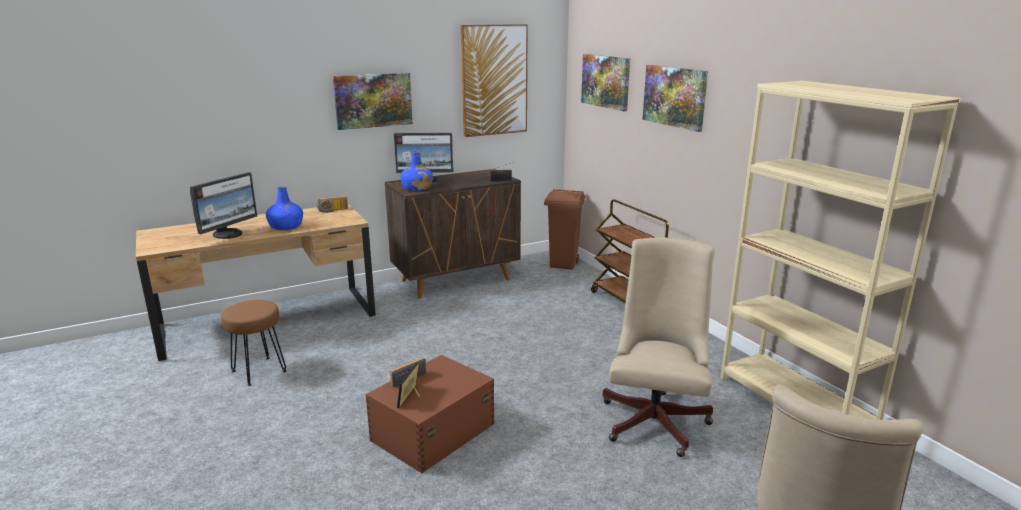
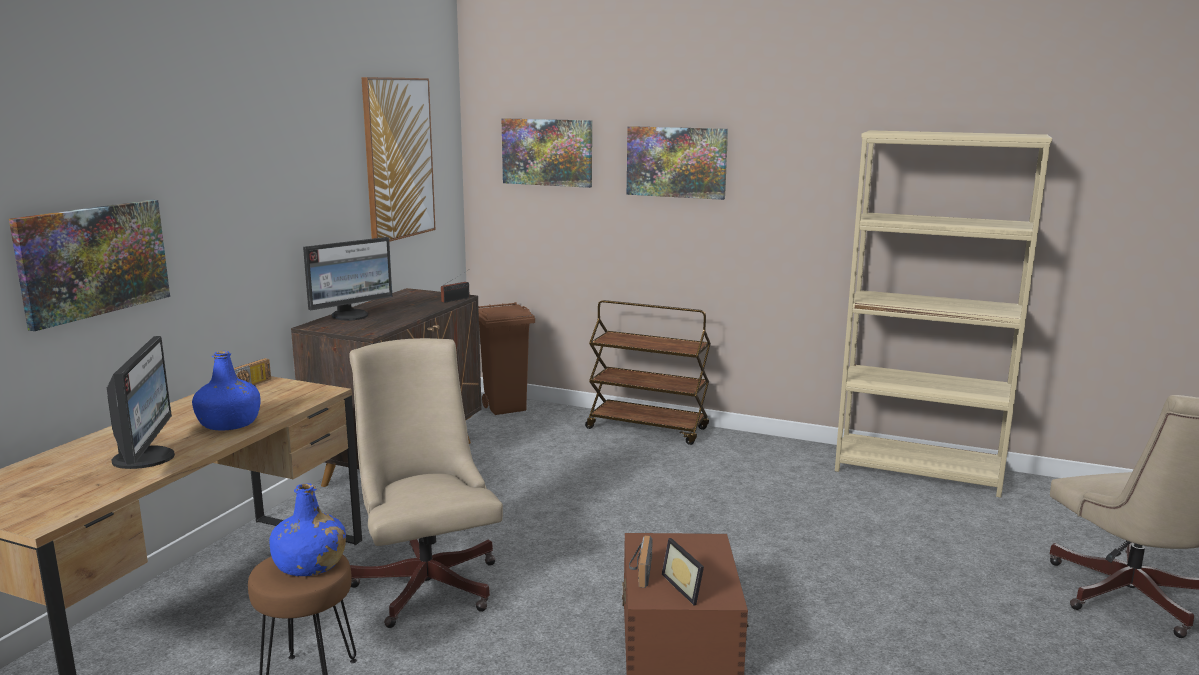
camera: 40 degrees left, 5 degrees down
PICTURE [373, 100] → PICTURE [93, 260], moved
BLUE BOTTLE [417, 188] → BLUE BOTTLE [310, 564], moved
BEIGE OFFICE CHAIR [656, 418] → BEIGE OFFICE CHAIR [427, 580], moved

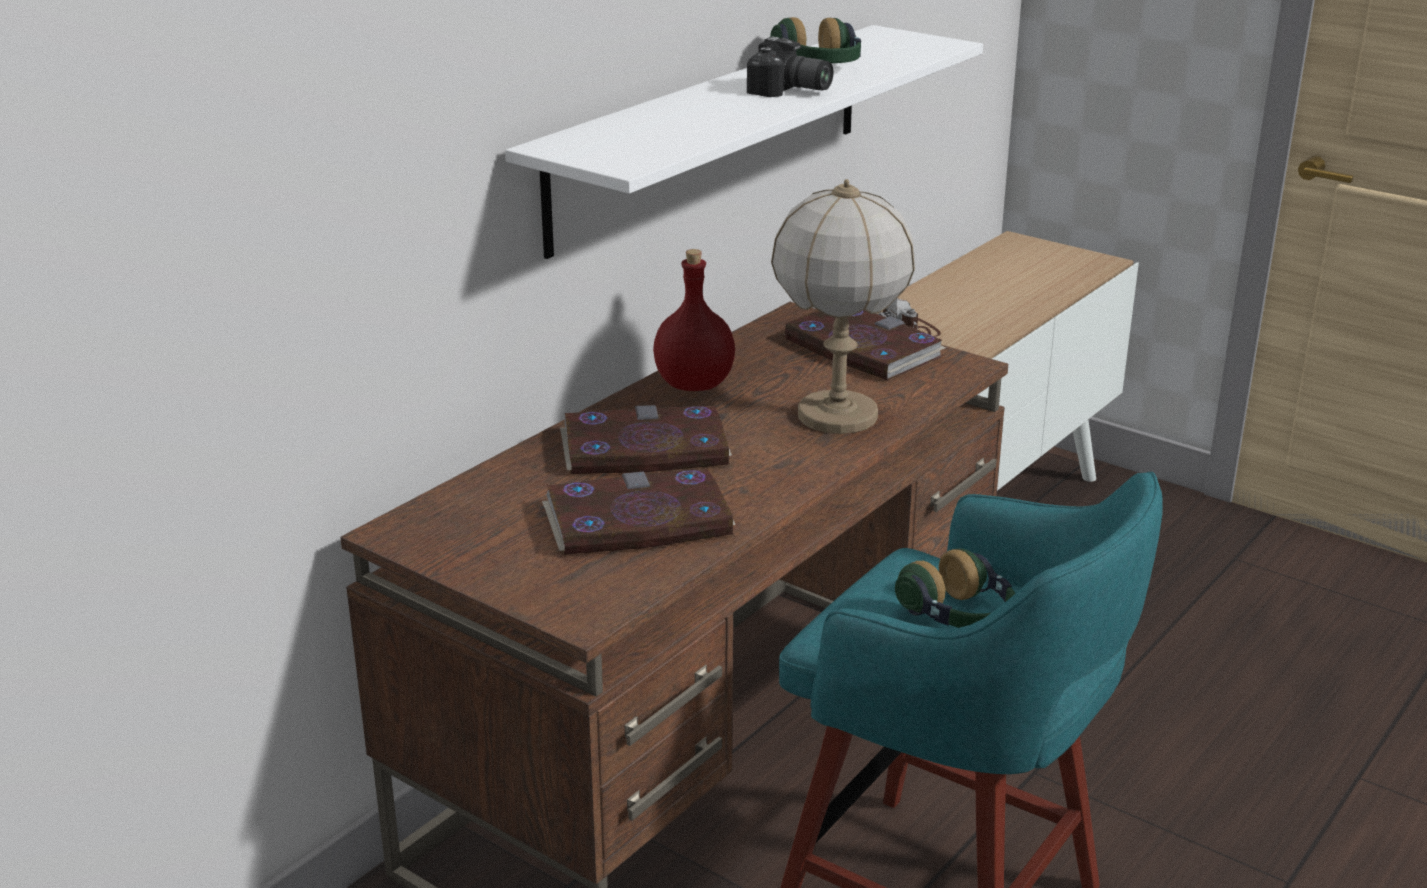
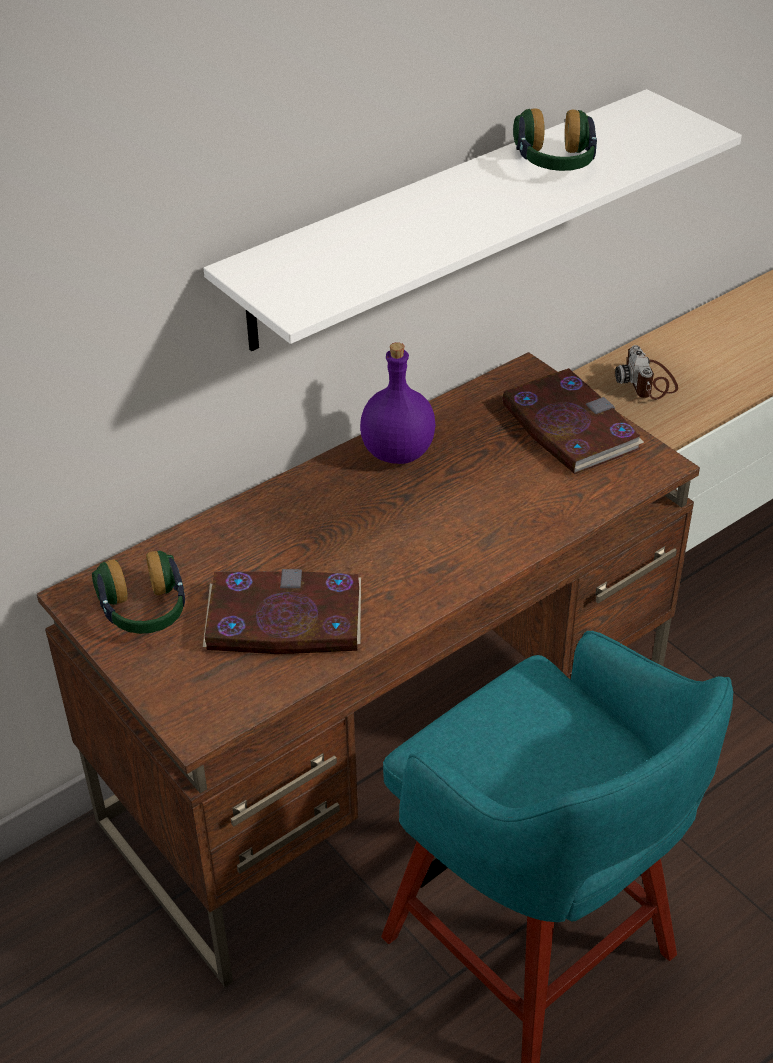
camera: 15 degrees right, 15 degrees up
BOOK [644, 449] → -
RED BOTTLE [693, 385] → PURPLE BOTTLE [397, 453]
PHOTO CAMERA [789, 91] → -
TABLE LAMP [837, 416] → -
HEADPHONES [959, 617] → HEADPHONES [145, 611], moved

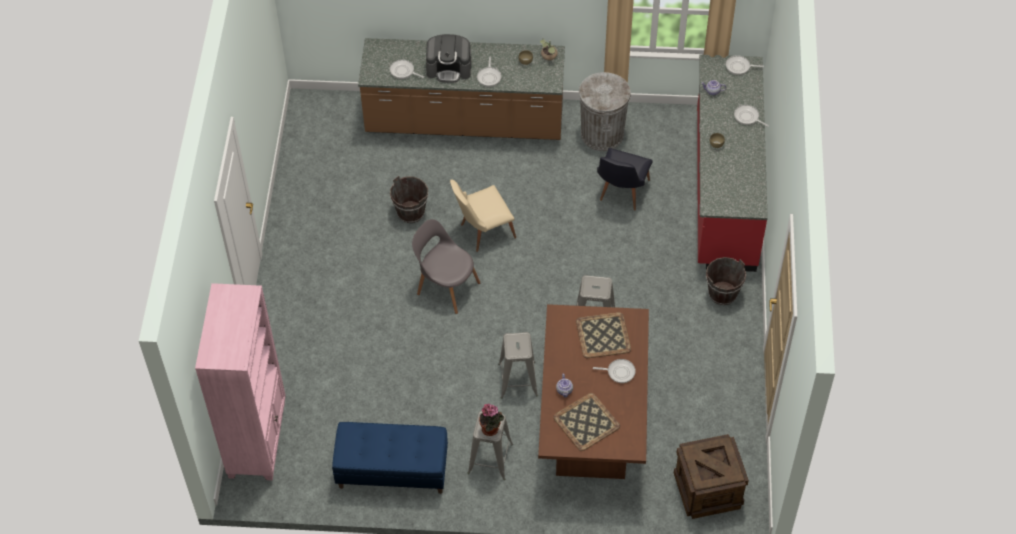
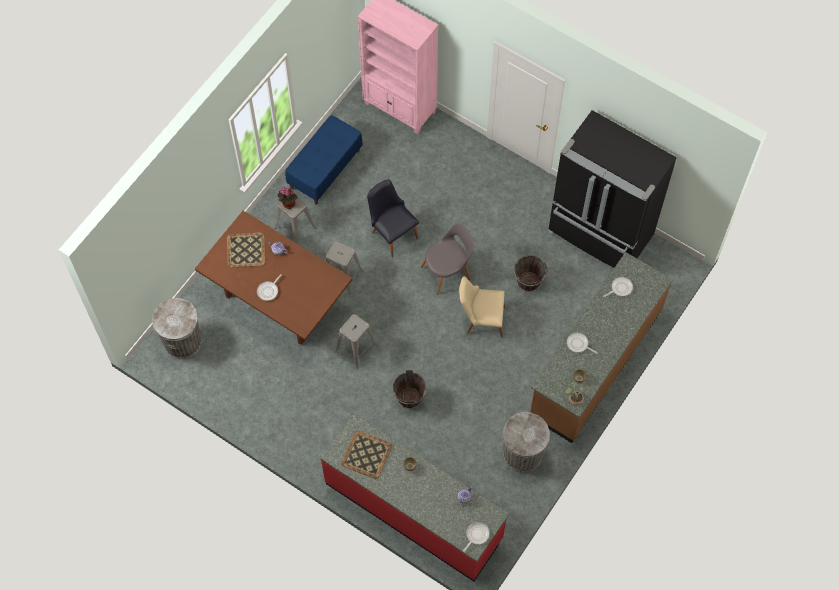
camera: 120 degrees right, 10 degrees up
COFFEE MACHINE [449, 68] → -
BEIGE CHAIR [482, 232] → BEIGE CHAIR [481, 319], 90 degrees counterclockwise
TRAY [603, 335] → TRAY [367, 455], moved
BLACK CHAIR [621, 193] → BLACK CHAIR [392, 232], moved
CRATE [709, 489] → GREY TRASH CAN [182, 342]
BROWN BUCKET [722, 294] → BROWN BUCKET [409, 398], moved
FRYING PAN [747, 117] → -
- → BLACK FRIDGE [599, 236]

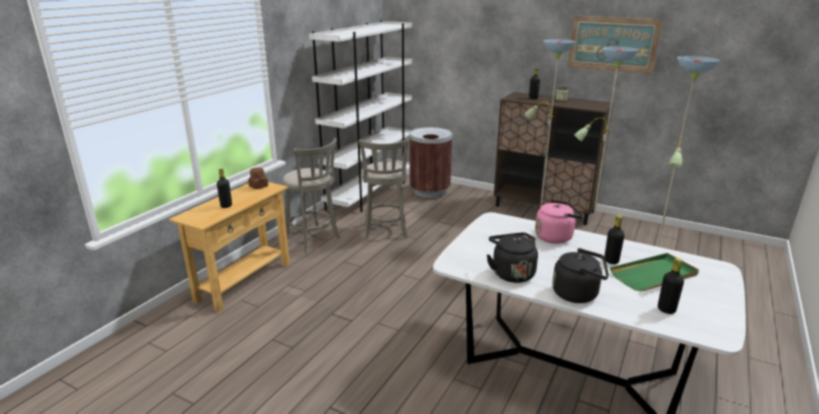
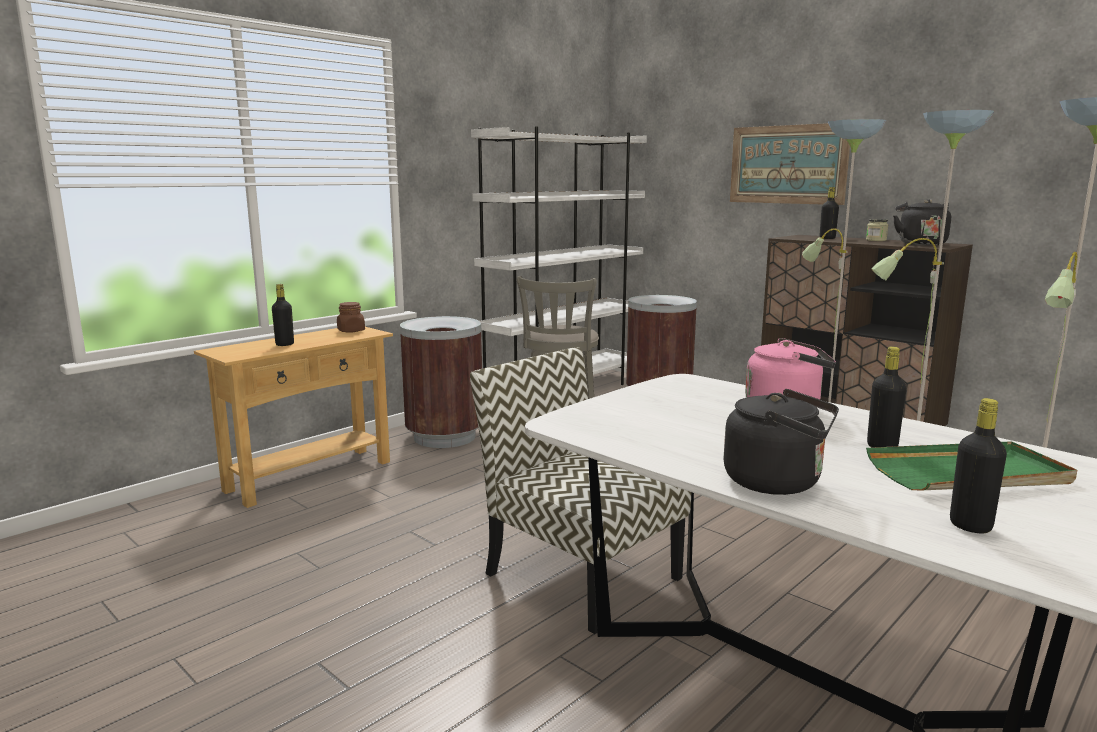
camera: 15 degrees right, 10 degrees down
GREY STOOL [313, 239] → BROWN TRASH CAN [444, 437]
BLACK KETTLE [511, 273] → BLACK KETTLE [920, 244], moved
PICTURE [612, 44] → PICTURE [787, 164], moved
- → CHAIR [579, 574]

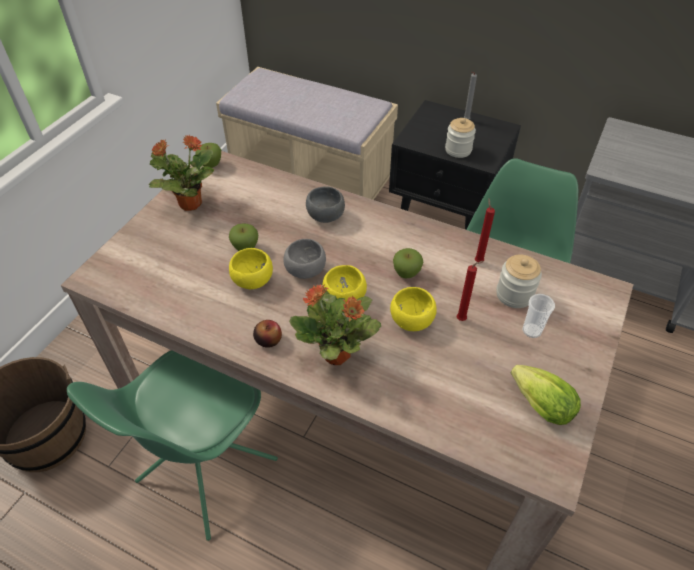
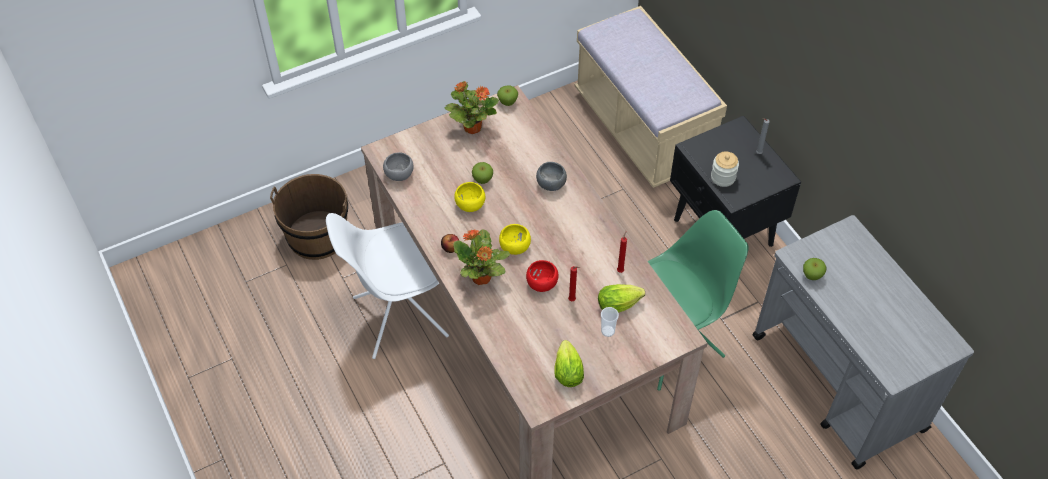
camera: 35 degrees right, 5 degrees up
GREEN CHAIR [205, 472] → WHITE CHAIR [398, 317]
GREY BOWL [306, 270] → GREY BOWL [399, 175], moved
YELLOW BOWL [412, 319] → RED BOWL [542, 283]
APPLE [406, 273] → APPLE [812, 275], moved
JAR [514, 294] → LETTUCE [621, 304]

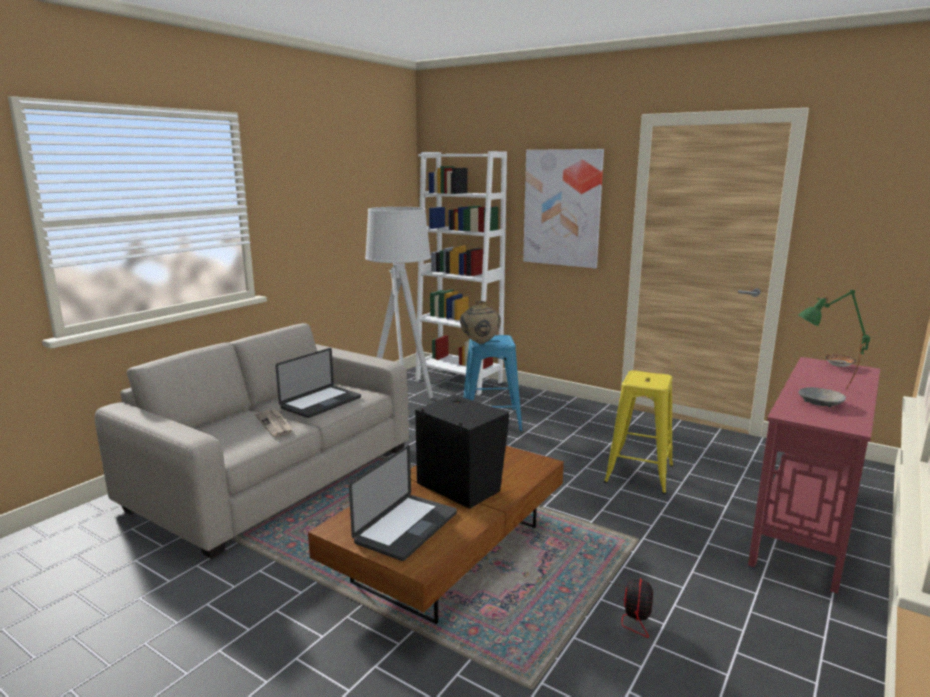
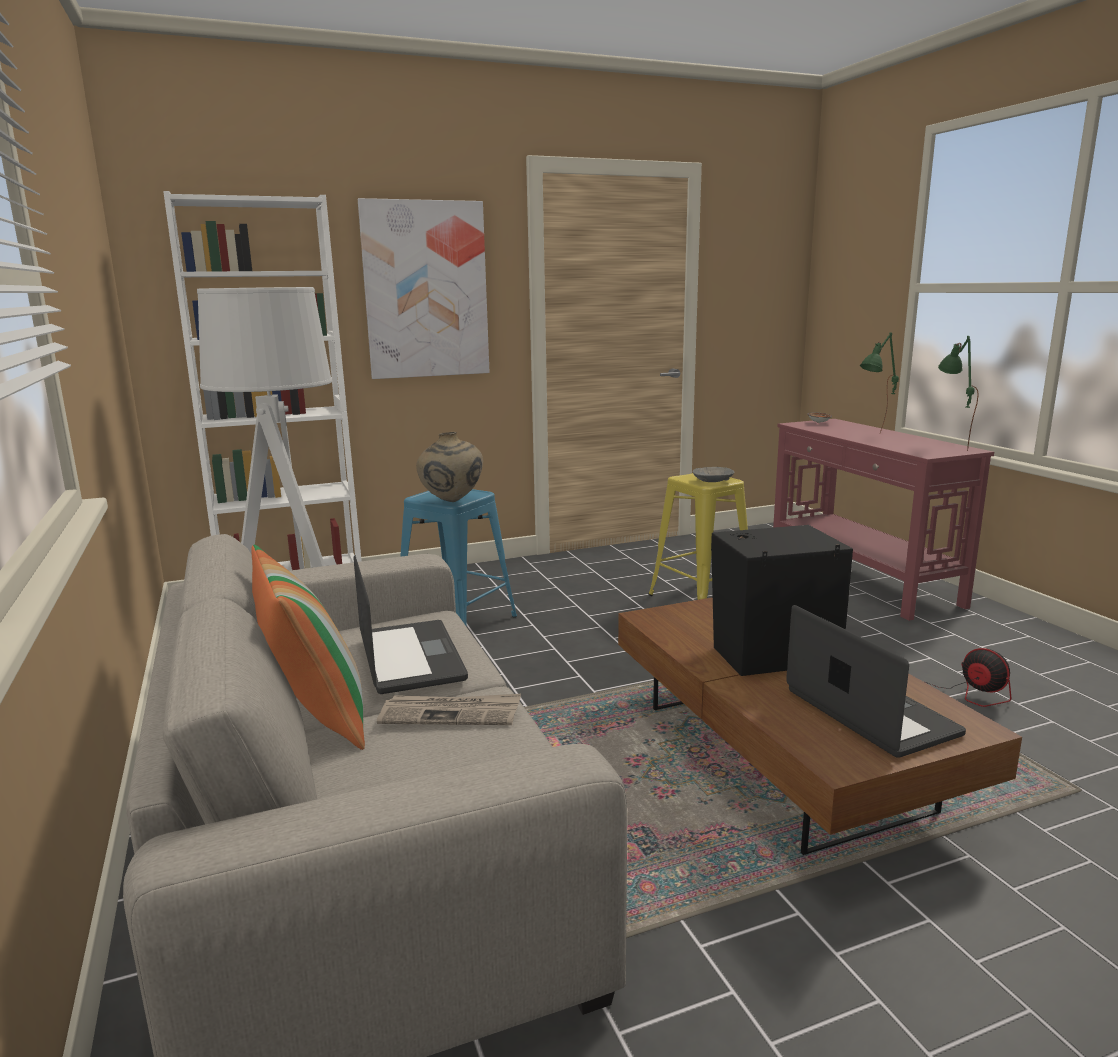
camera: 55 degrees left, 0 degrees up
GREY BOWL [820, 403] → GREY BOWL [712, 480], moved
- → PILLOW [314, 715]
- → GREEN TABLE LAMP [949, 446]

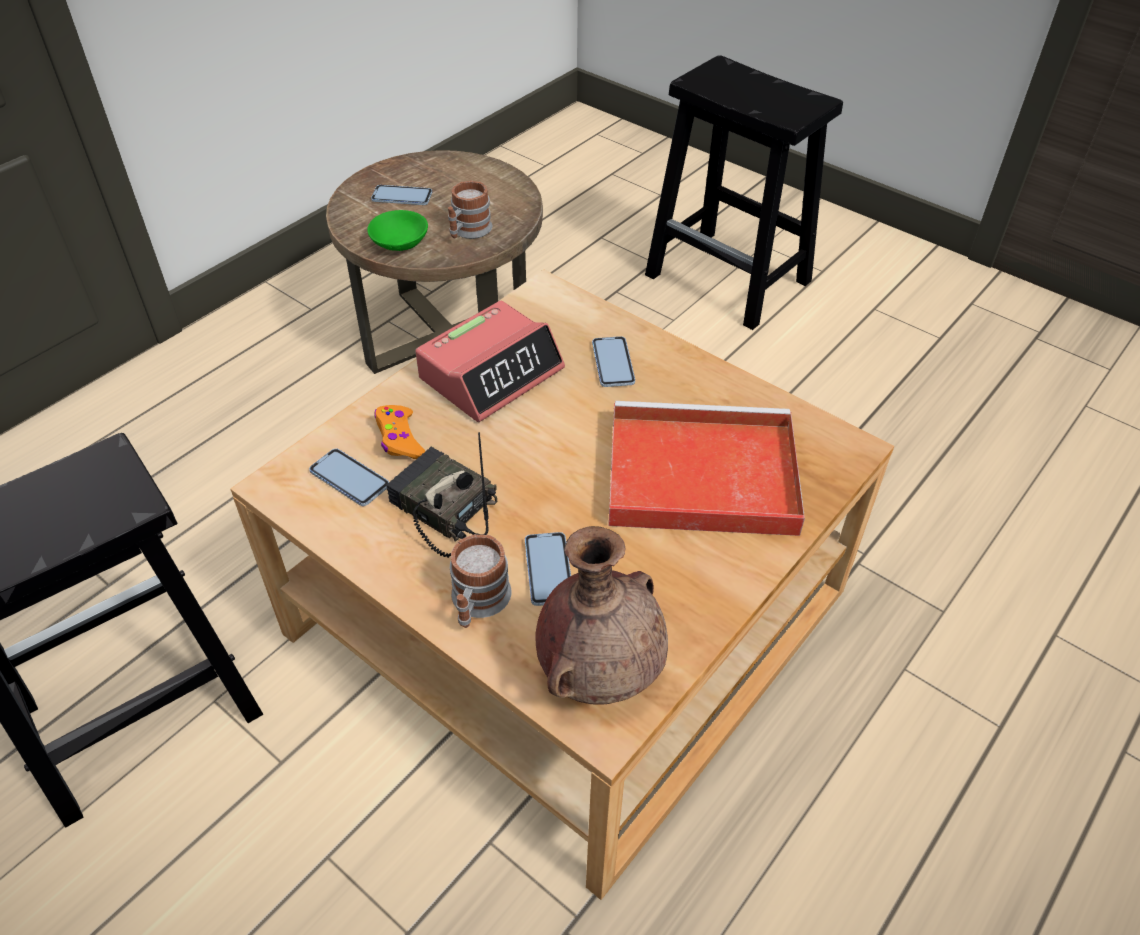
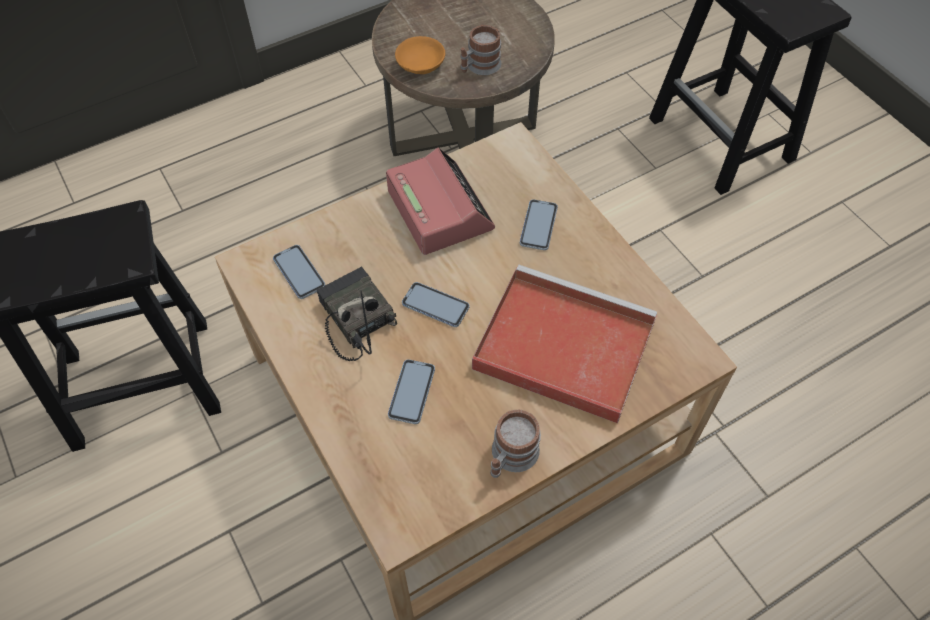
camera: 20 degrees right, 10 degrees up
GREEN BOWL [400, 241] → ORANGE BOWL [421, 64]
PHONE [402, 197] → PHONE [435, 305], moved
ORANGE GAME CONTROLLER [399, 438] → -
ALARM CLOCK [491, 373] → ALARM CLOCK [439, 209], 90 degrees counterclockwise
MUG [477, 603] → MUG [510, 457], moved
BROWN VASE [600, 670] → -

